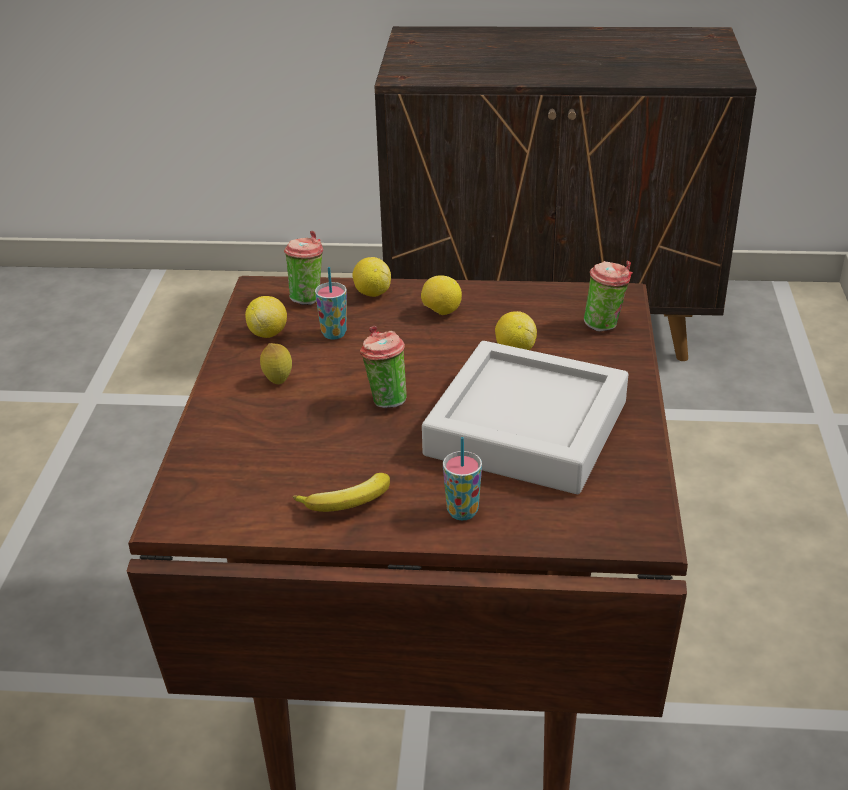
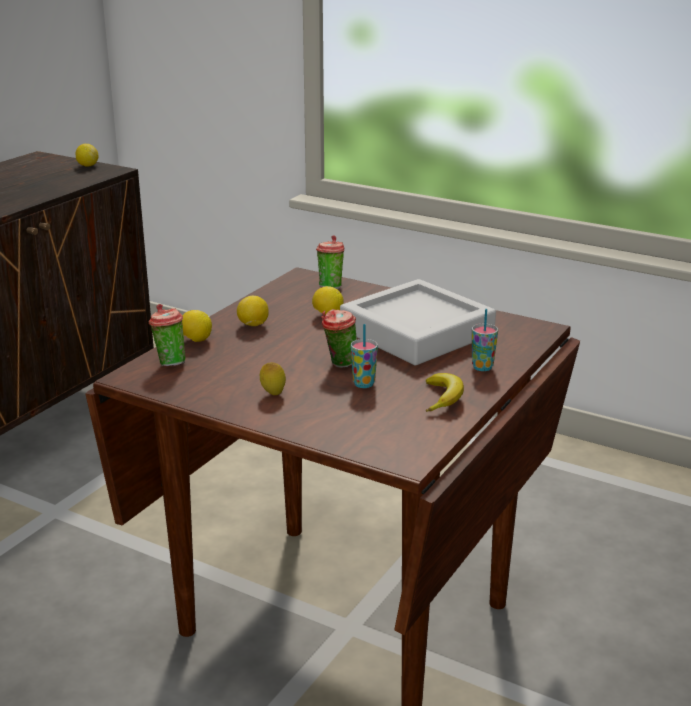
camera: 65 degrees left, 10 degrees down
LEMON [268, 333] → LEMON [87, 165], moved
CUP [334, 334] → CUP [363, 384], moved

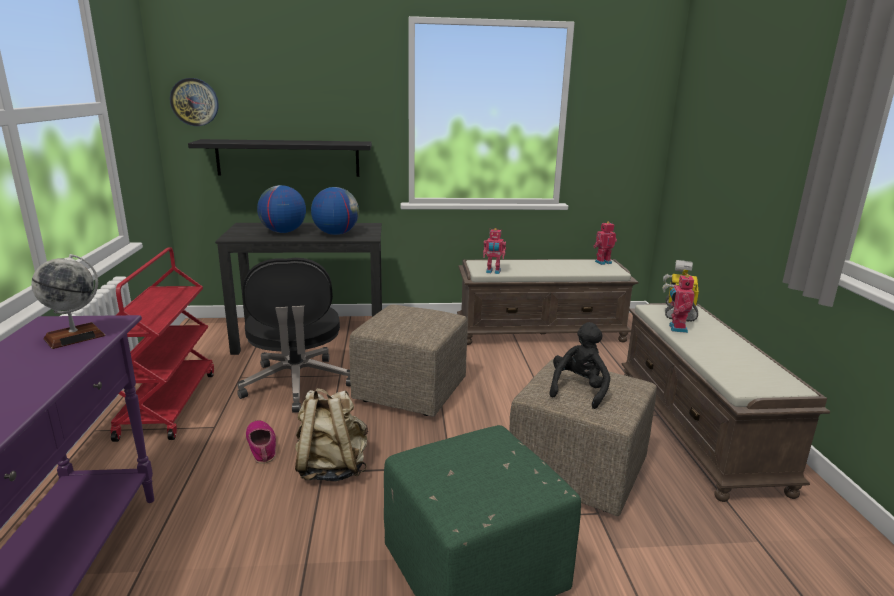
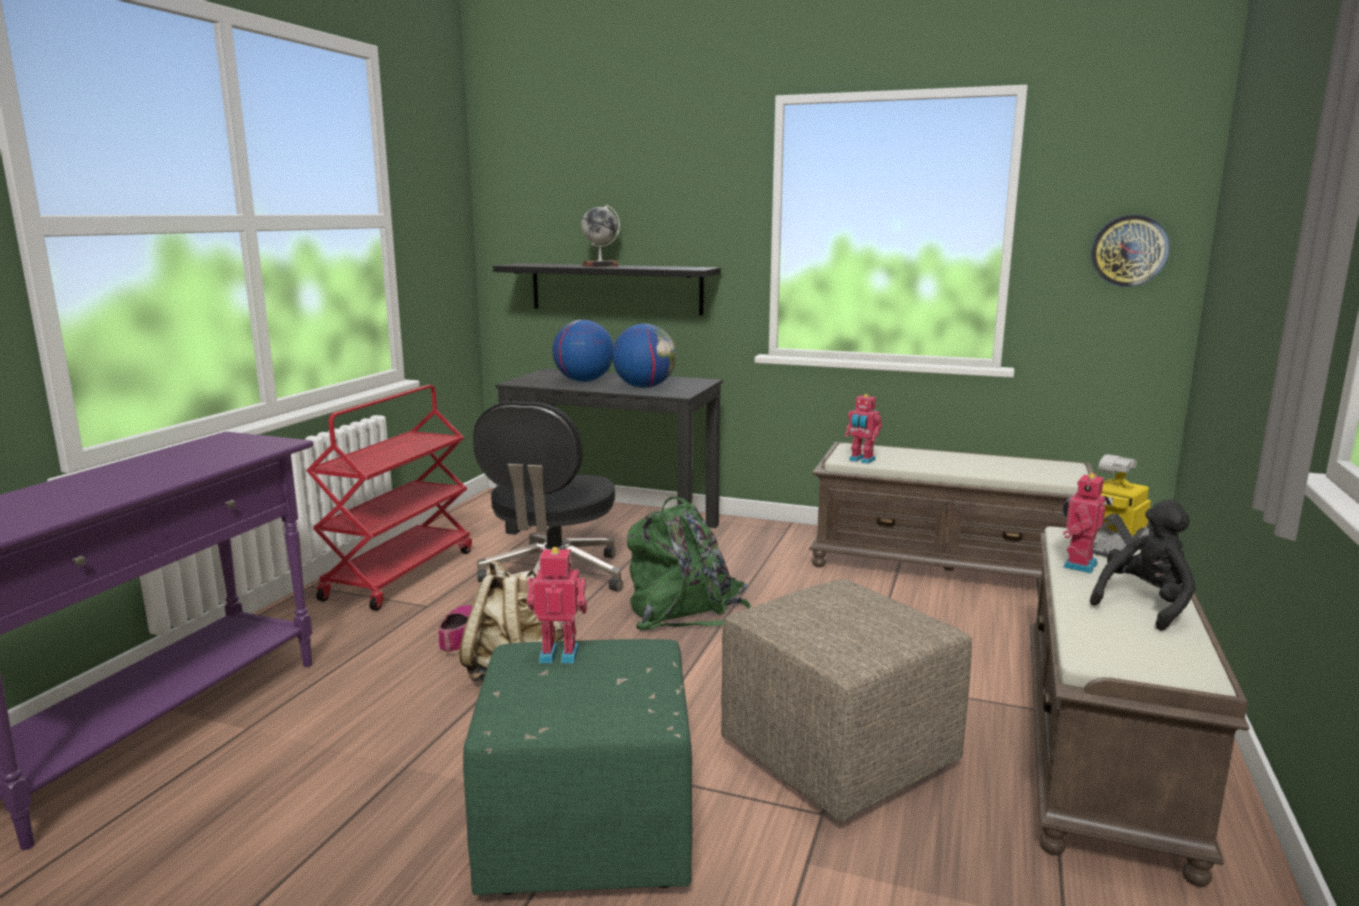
camera: 25 degrees right, 5 degrees down
GLOBE [75, 337] → GLOBE [600, 266], moved
WALL CLOCK [194, 102] → WALL CLOCK [1129, 250], moved
BEIGE OTTOMAN [410, 392] → GREEN BACKPACK [685, 611]
BLACK PLUSH TOY [579, 390] → BLACK PLUSH TOY [1144, 605], moved
TOY ROBOT [602, 262] → TOY ROBOT [559, 654], moved

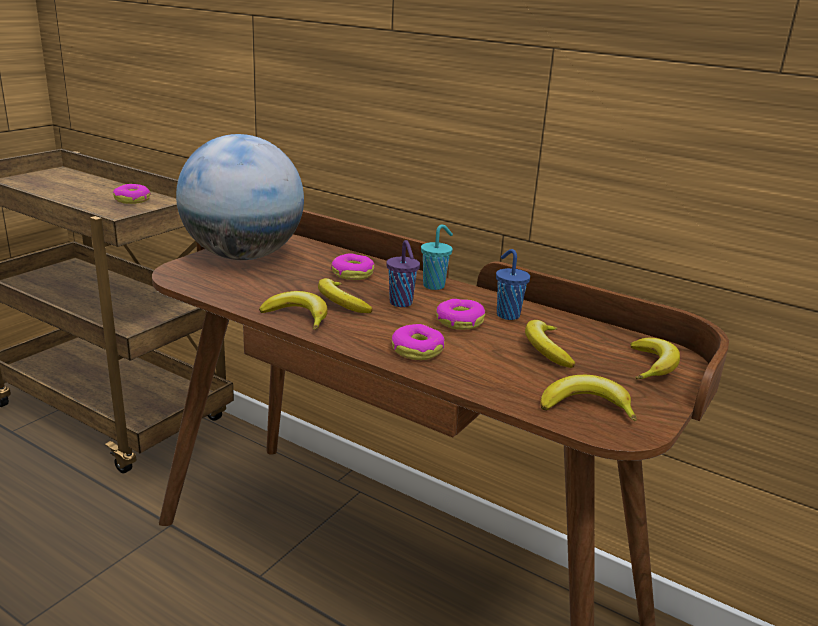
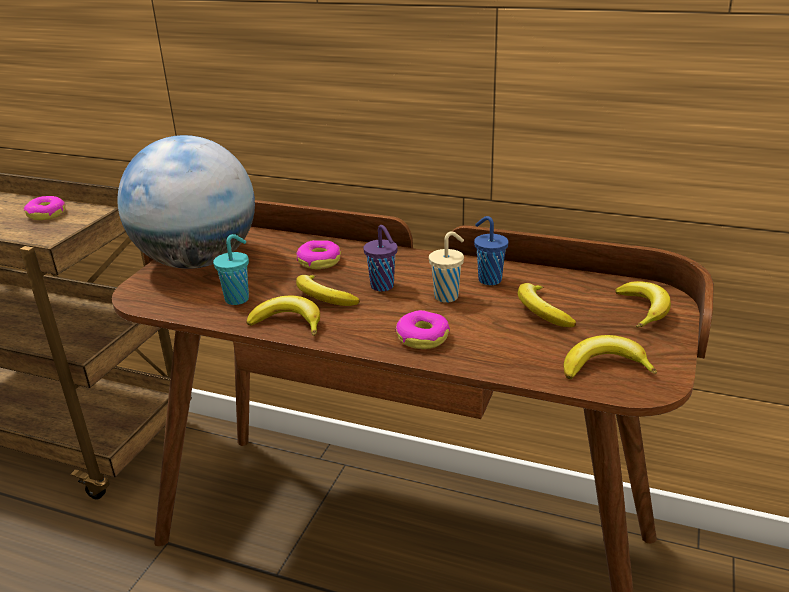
camera: 10 degrees left, 5 degrees up
TURQUOISE CUP [435, 285] → TURQUOISE CUP [238, 299], moved
DONUT [459, 321] → BEIGE CUP [447, 296]

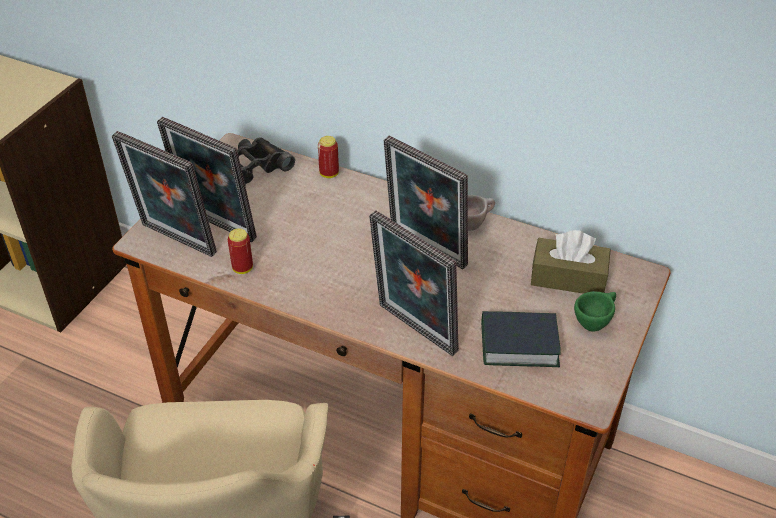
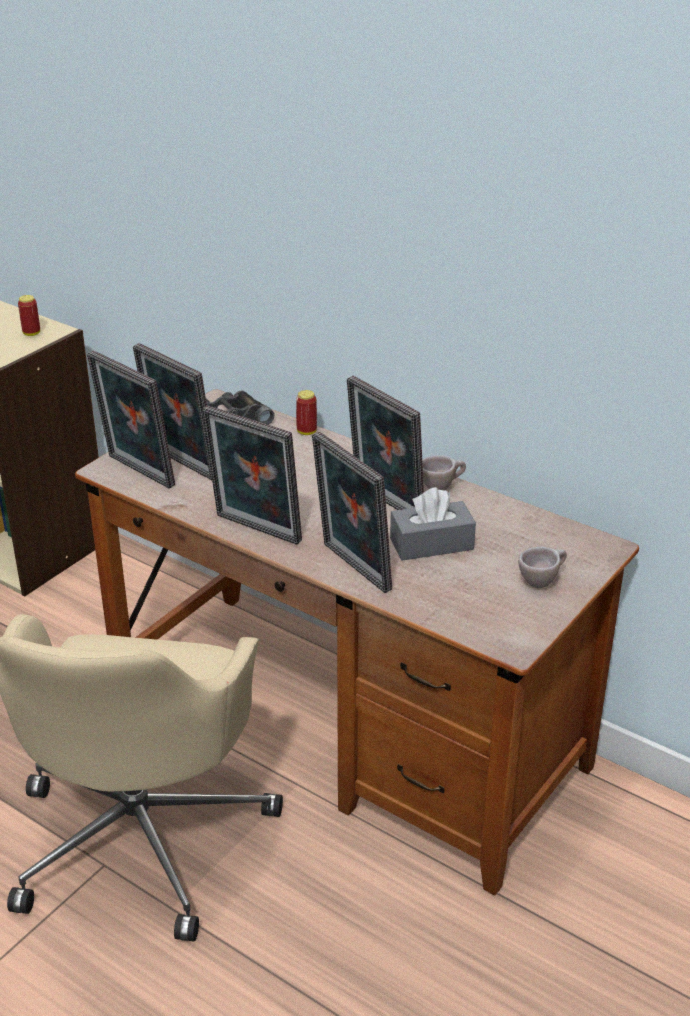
camera: 10 degrees right, 10 degrees down
CAN [242, 268] → CAN [31, 333], moved
BOOK [519, 344] → -
BROWN TISSUE BOX [568, 278] → -
GREEN CUP [594, 322] → BEIGE CUP [542, 581]
- → PICTURE FRAME [255, 531]
- → GREY TISSUE BOX [431, 544]

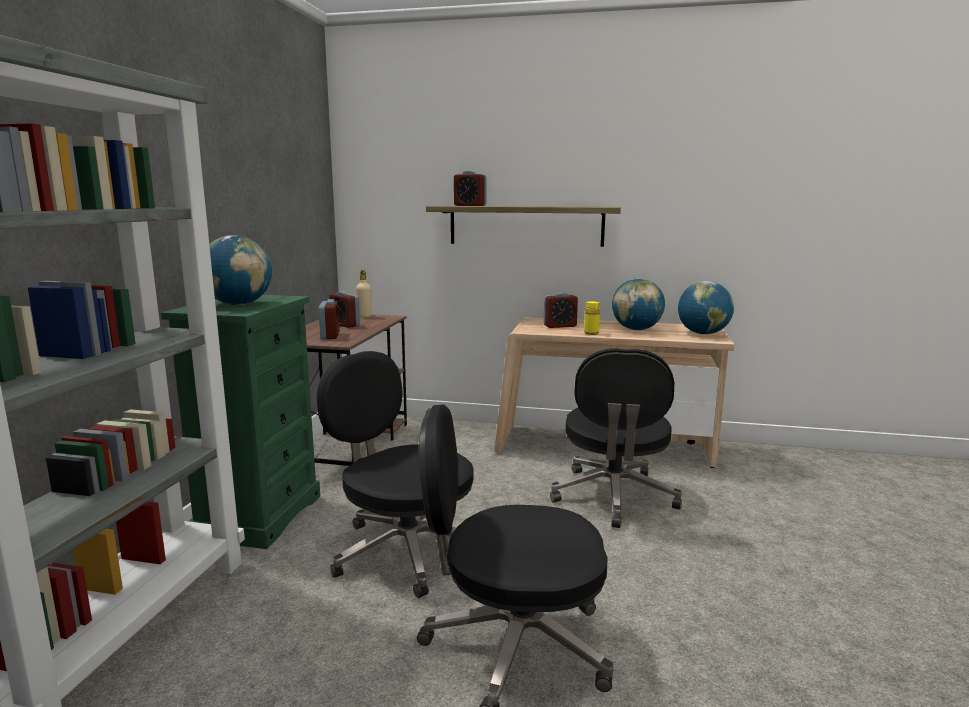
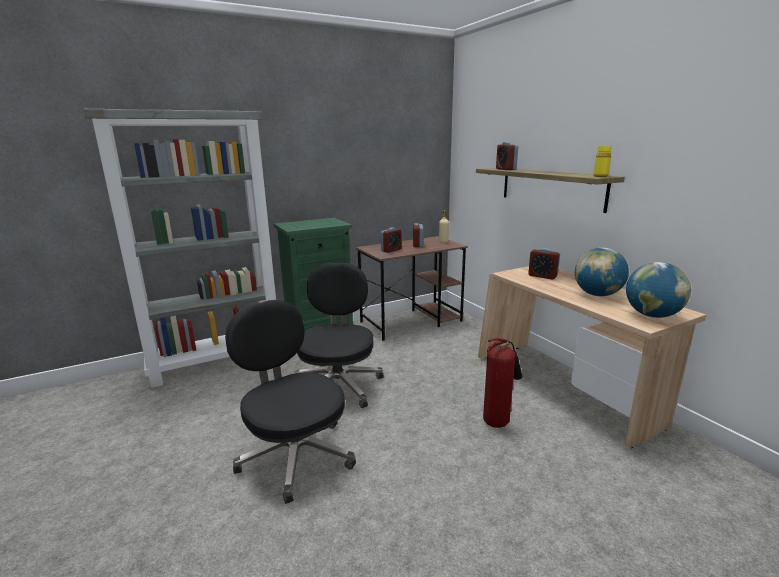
camera: 50 degrees right, 5 degrees up
GLOBE [239, 304] → -
BLACK OFFICE CHAIR [613, 497] → FIRE EXTINGUISHER [498, 421]
YELLOW BOTTLE [591, 333] → YELLOW BOTTLE [600, 176], moved

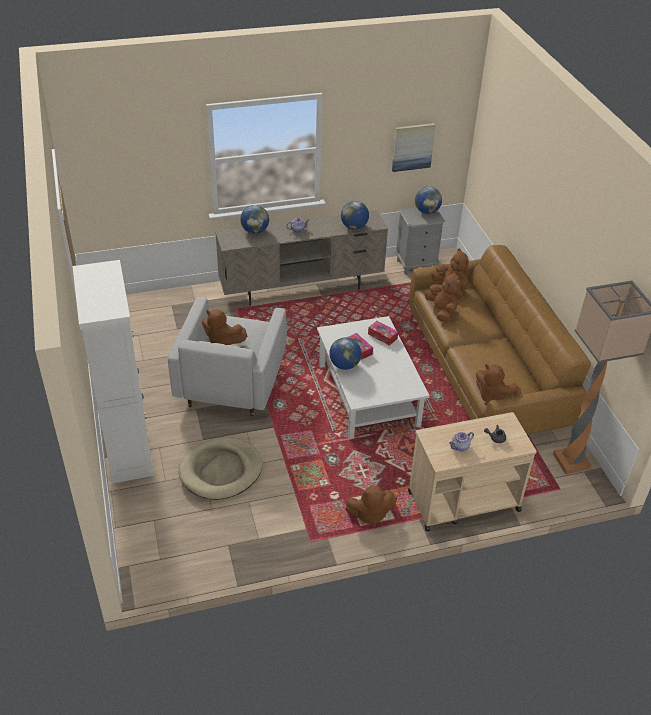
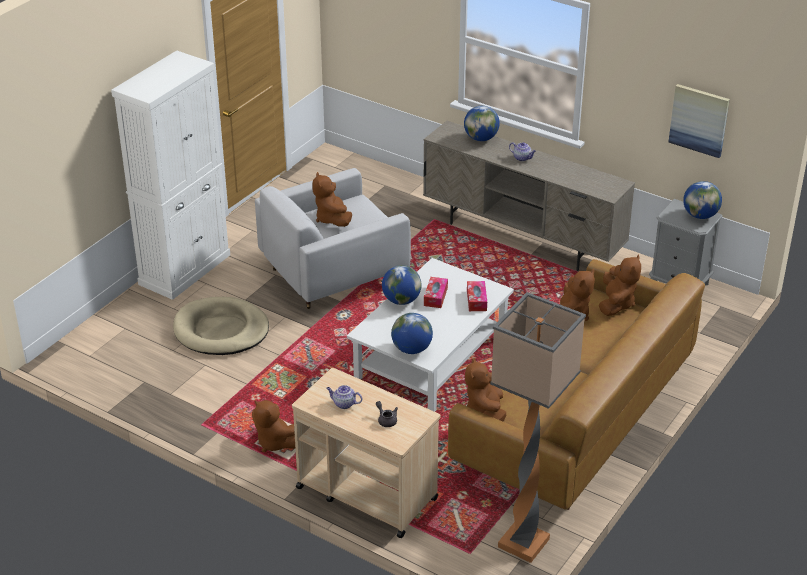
camera: 50 degrees right, 5 degrees down
GLOBE [354, 227] → GLOBE [412, 349], moved

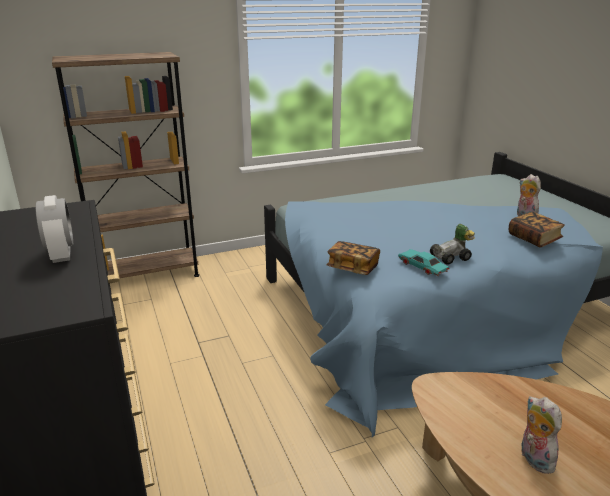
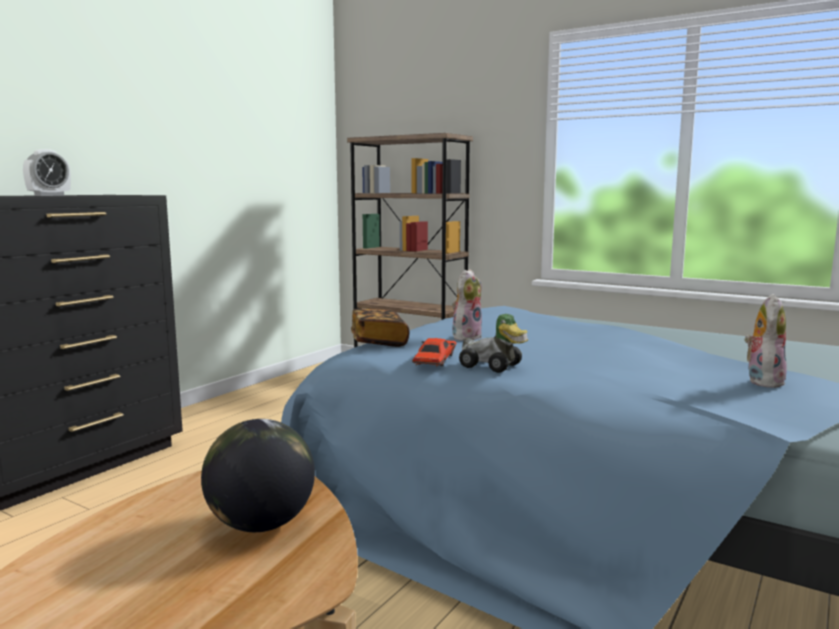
camera: 55 degrees right, 15 degrees down
TURQUOISE TOY CAR [422, 267] → RED TOY CAR [435, 360]
BOOK [534, 238] → -
PLUSH TOY [533, 458] → PLUSH TOY [466, 337], moved
- → GLOBE [261, 525]

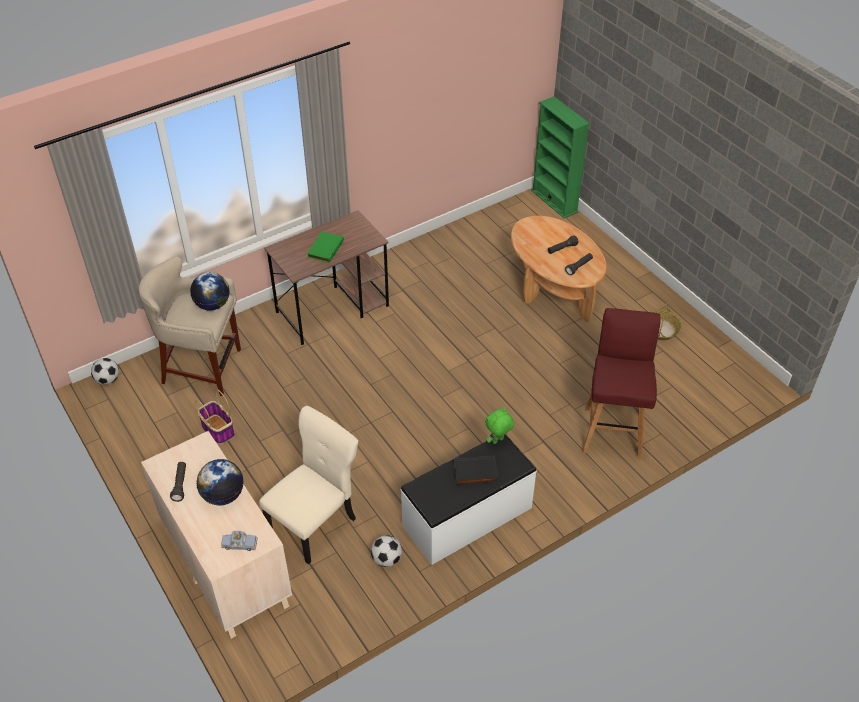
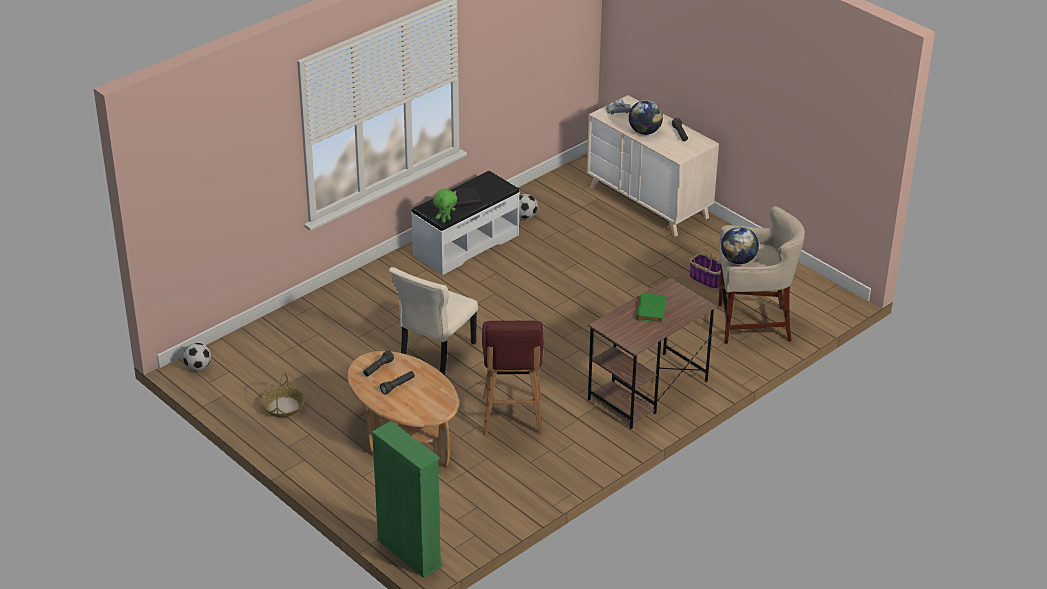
camera: 170 degrees right, 10 degrees down
FOOTBALL [108, 380] → FOOTBALL [198, 367], moved
BEIGE CHAIR [315, 524] → BEIGE CHAIR [435, 353], moved
RED STOOL [613, 431] → RED STOOL [512, 417], moved

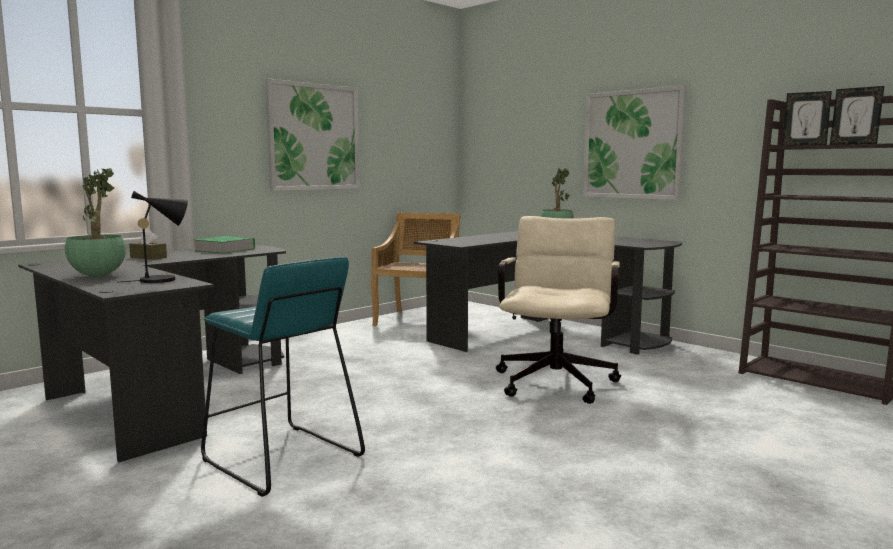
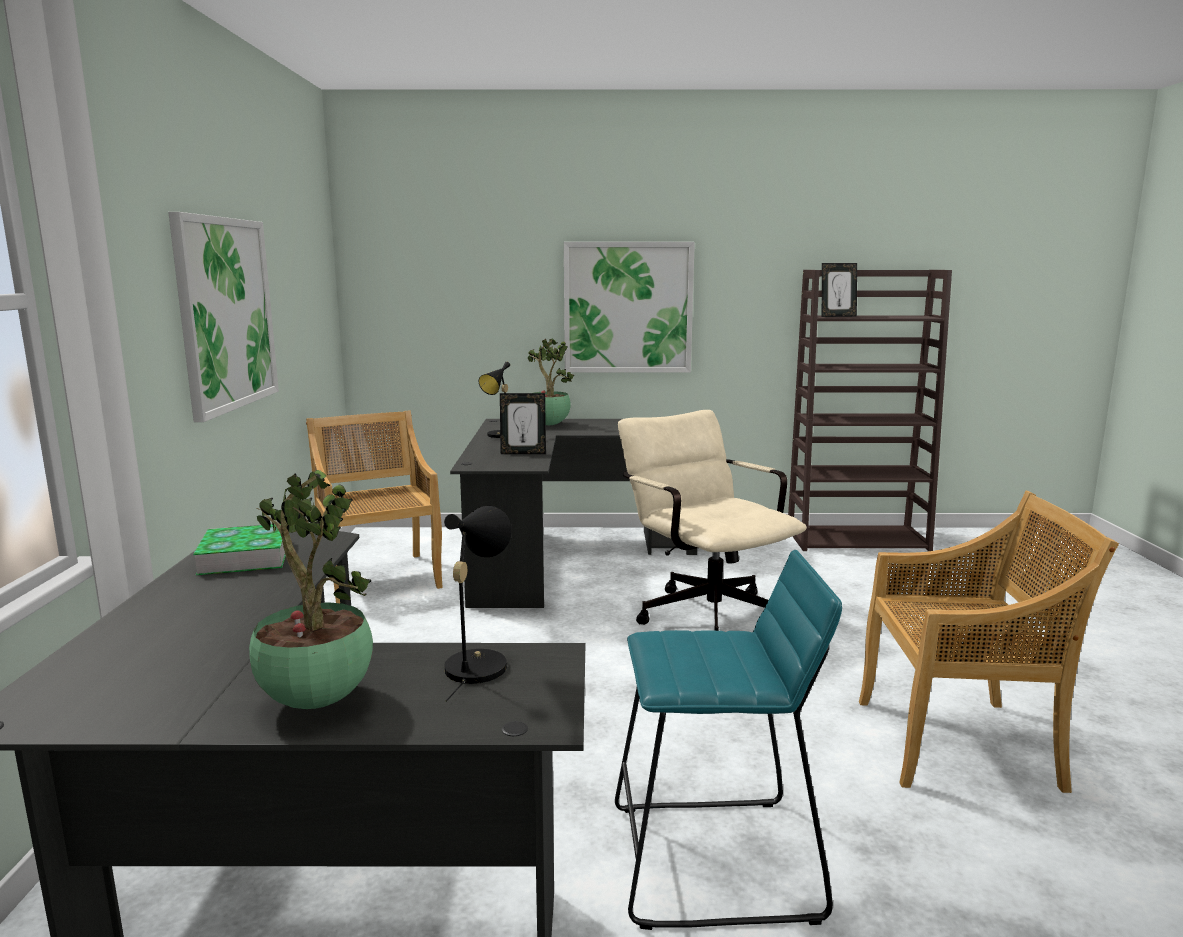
camera: 45 degrees left, 5 degrees up
BROWN TISSUE BOX [148, 257] → -
PICTURE FRAME [853, 144] → PICTURE FRAME [523, 453], moved
- → BLACK TABLE LAMP [499, 436]
- → BEIGE CHAIR [959, 743]

